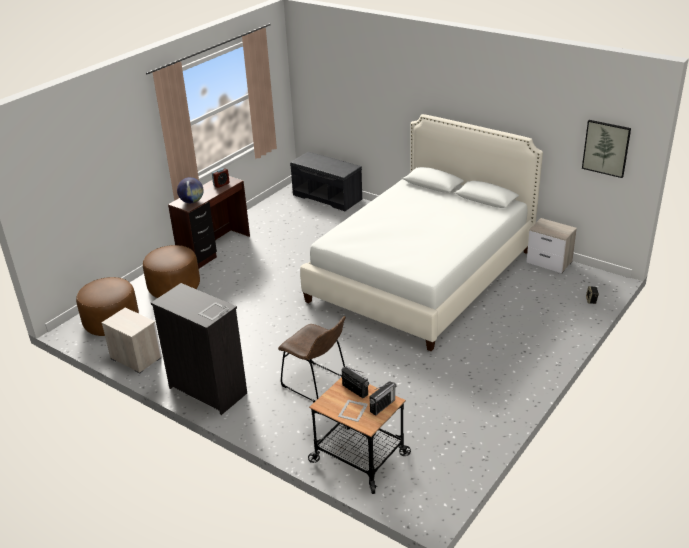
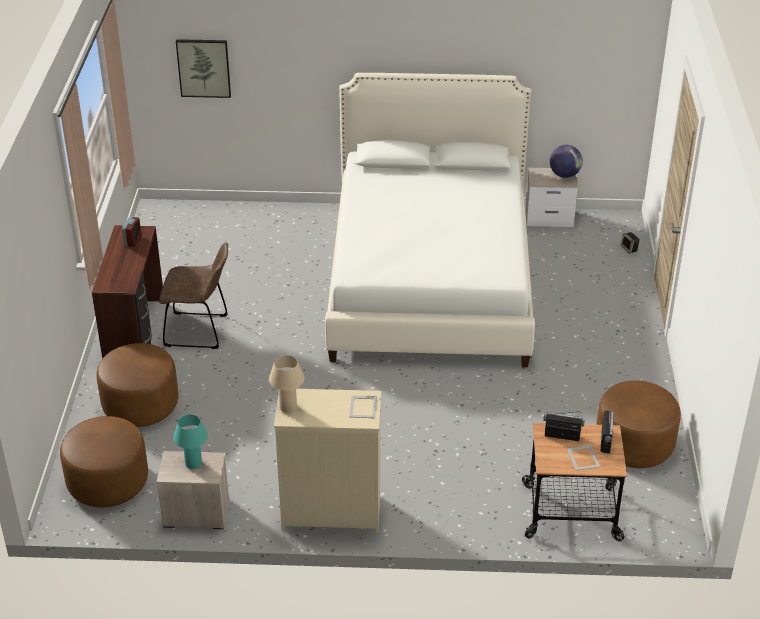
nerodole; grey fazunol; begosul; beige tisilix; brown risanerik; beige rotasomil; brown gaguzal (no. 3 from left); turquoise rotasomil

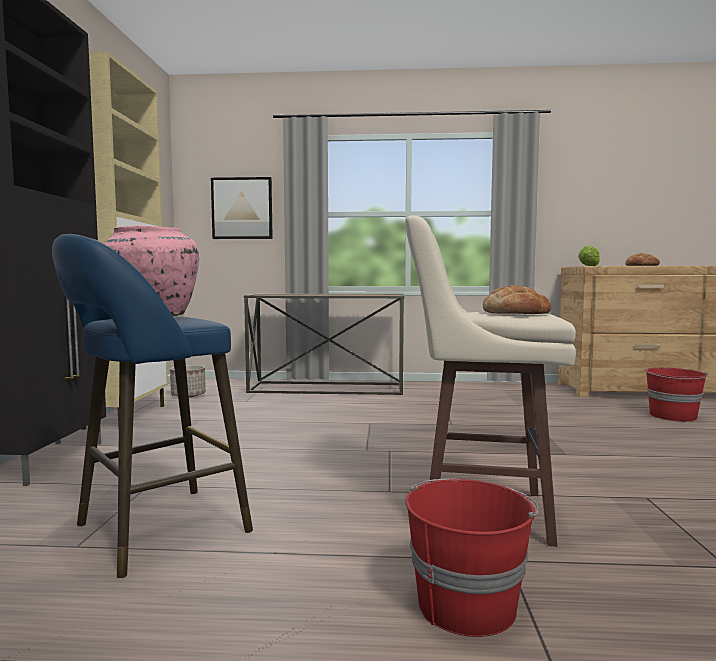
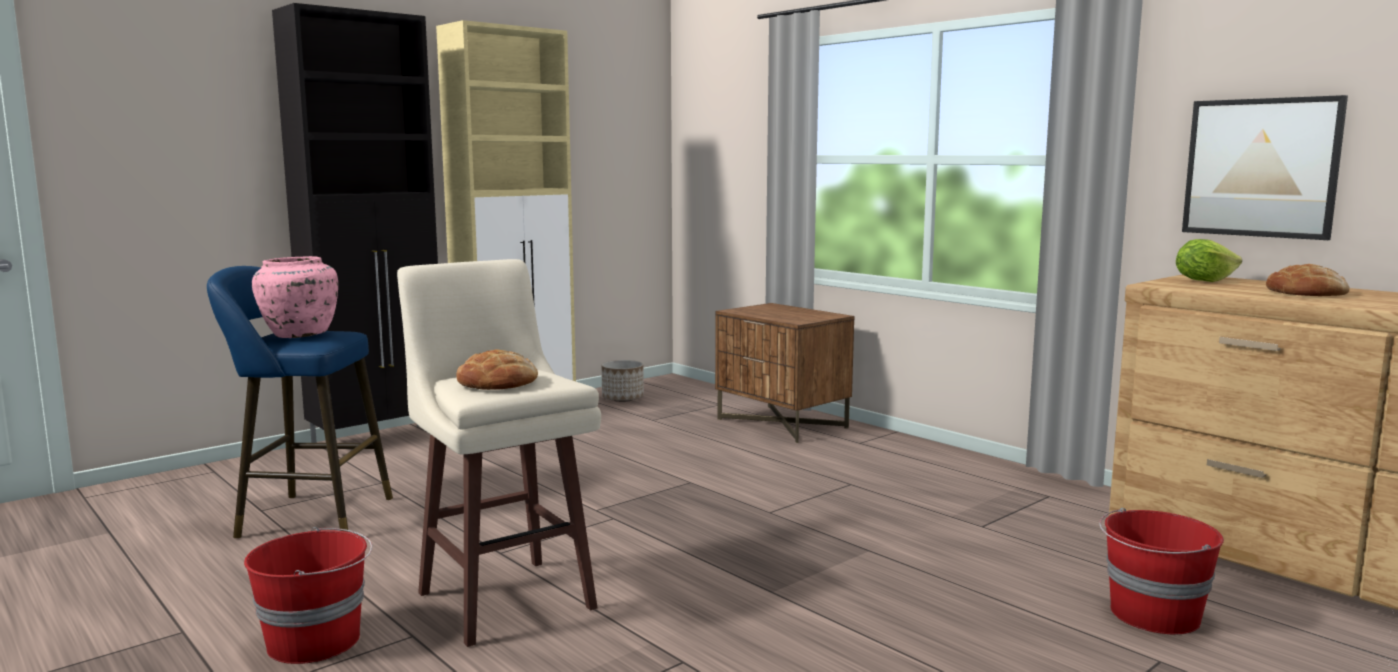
nerodole; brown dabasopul

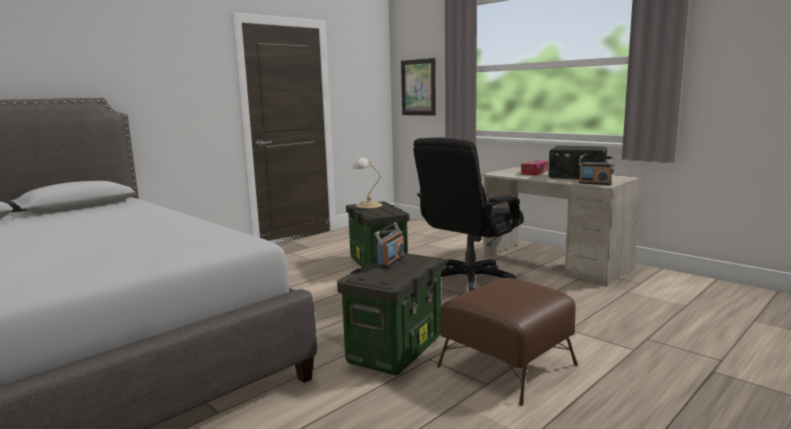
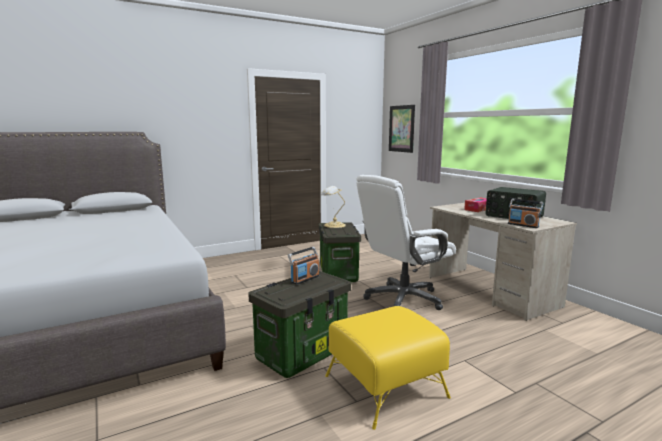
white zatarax; yellow gaguzal

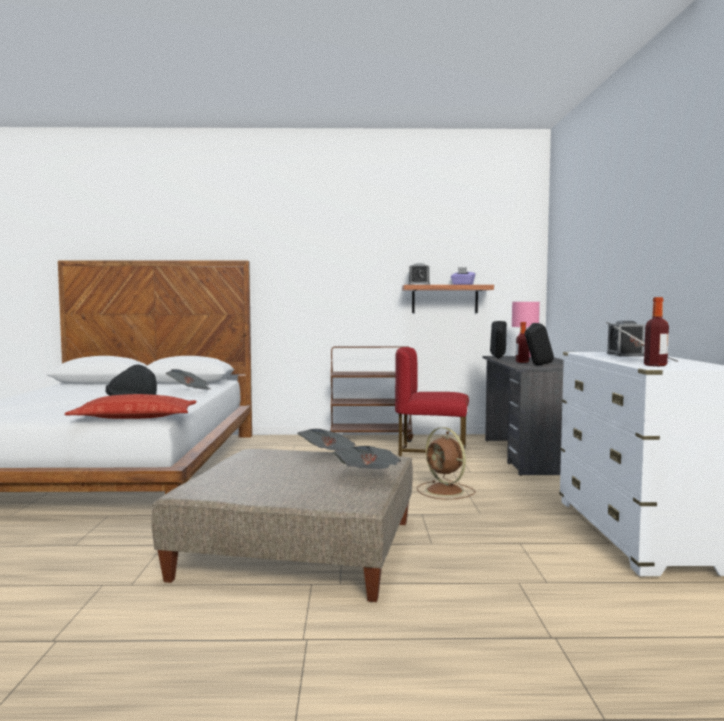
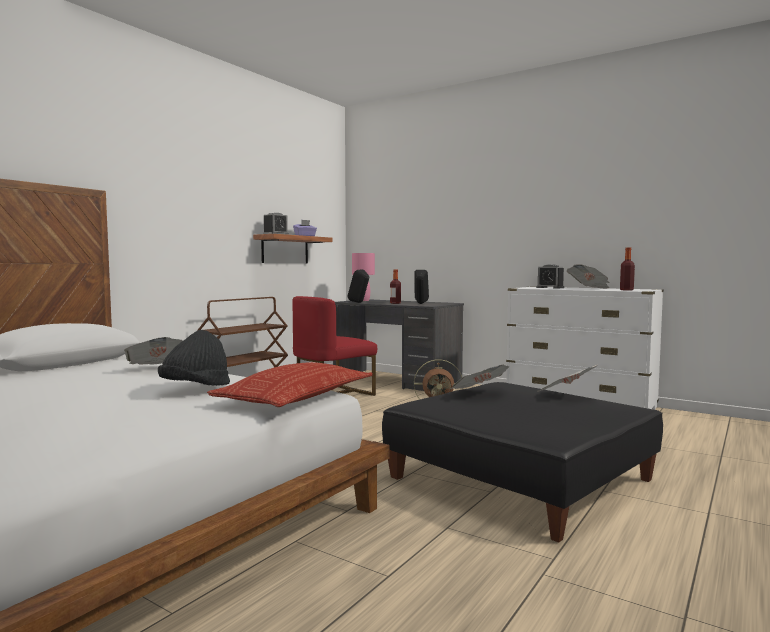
black gaguzal

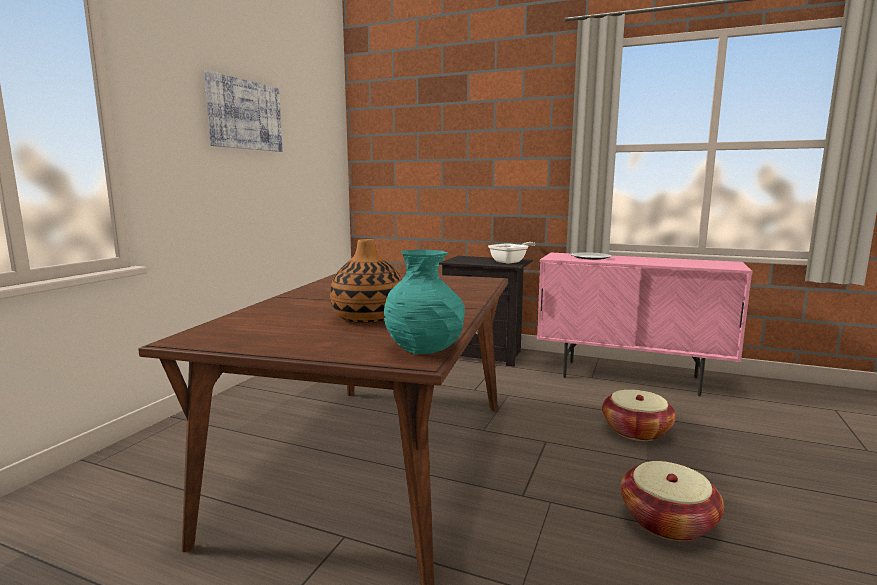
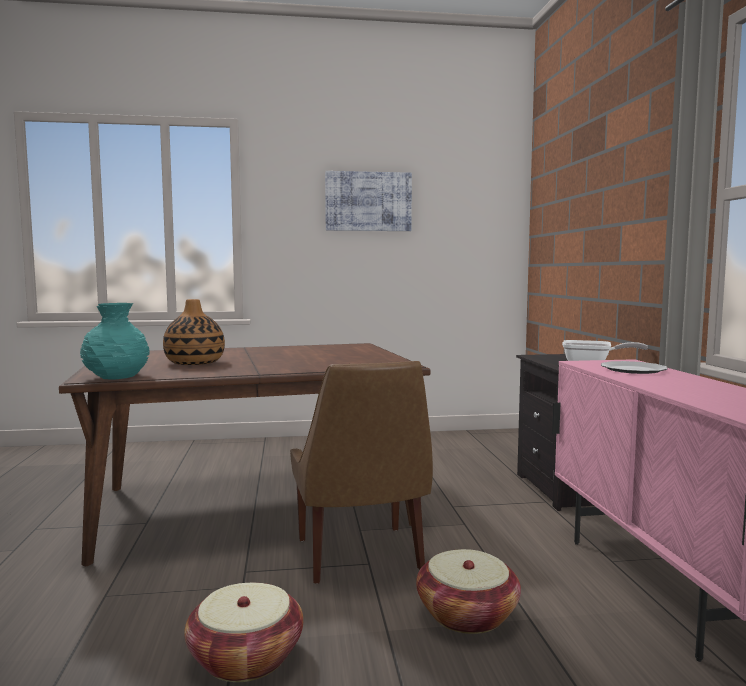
brown risanerik

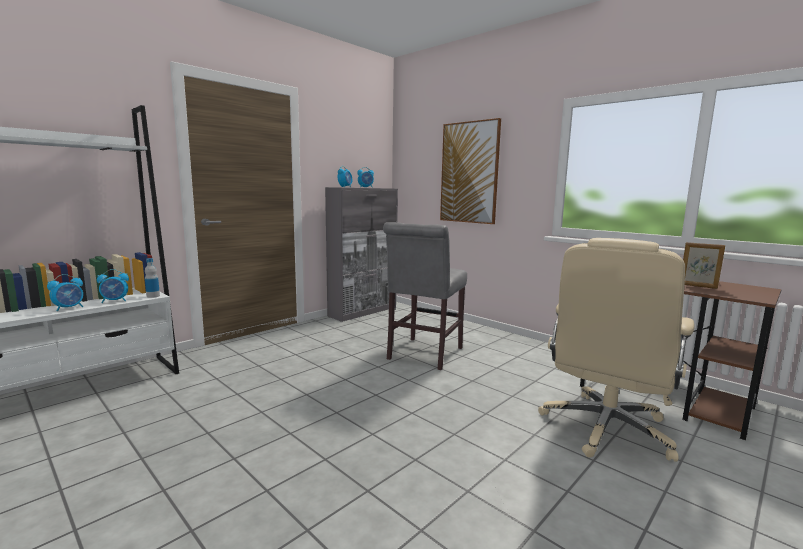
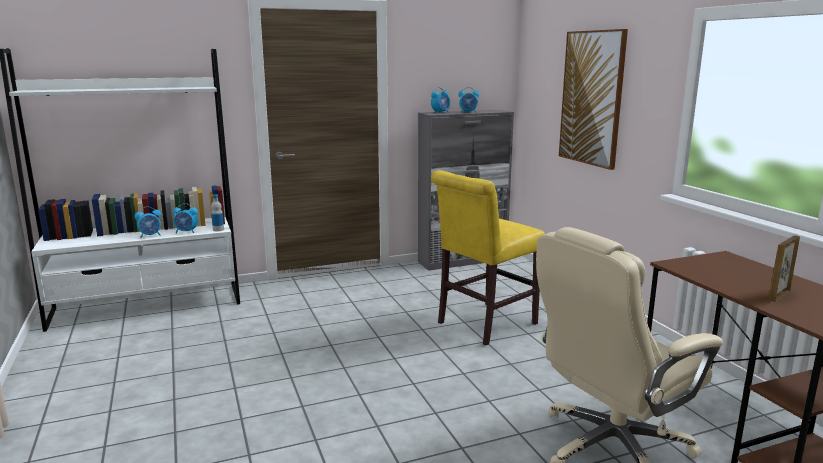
yellow risanerik; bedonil

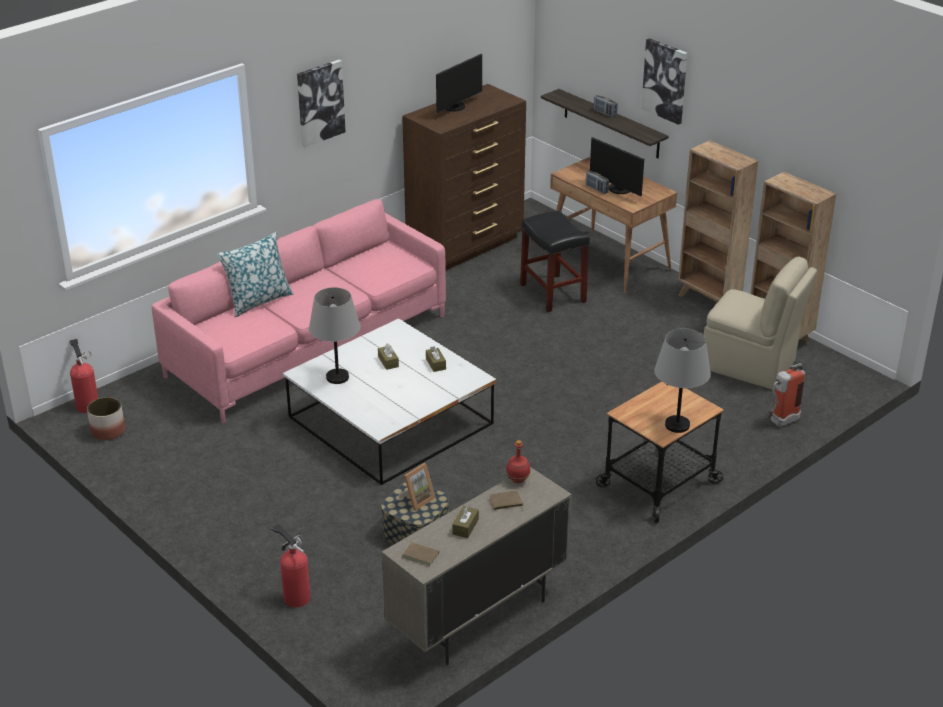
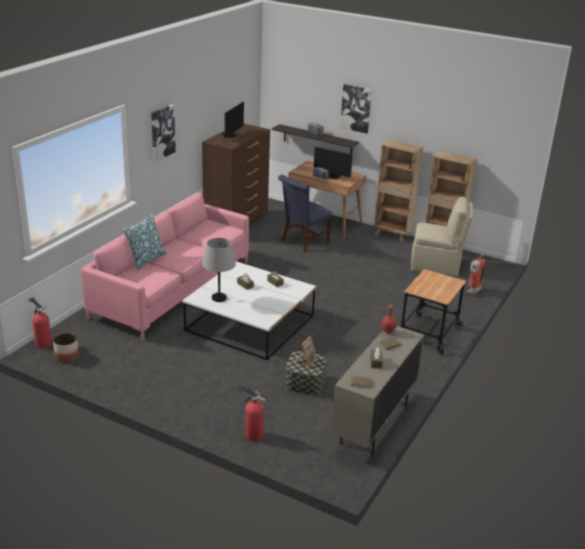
blue risanerik; grey rotasomil (no. 2 from left in the first image)

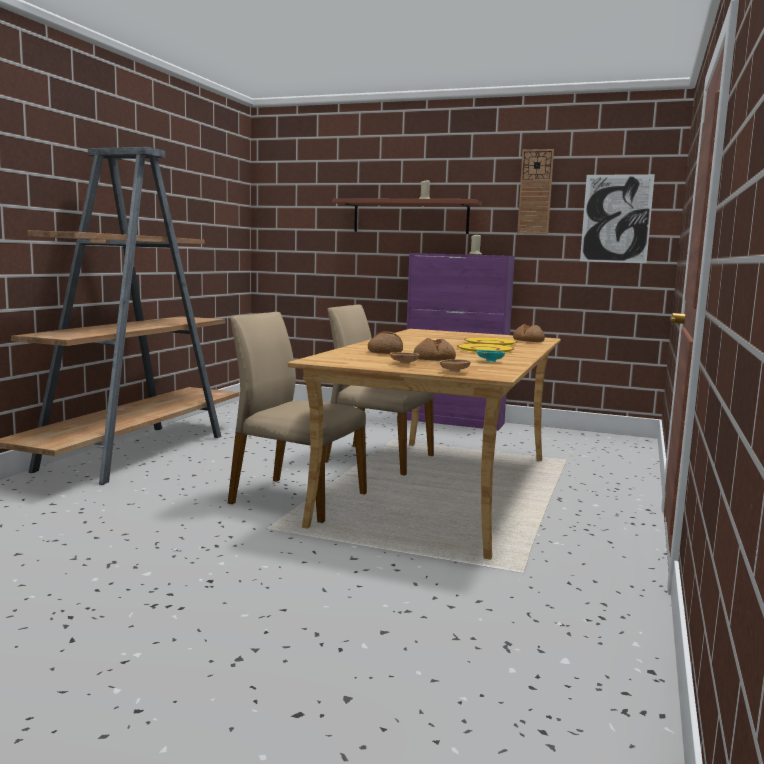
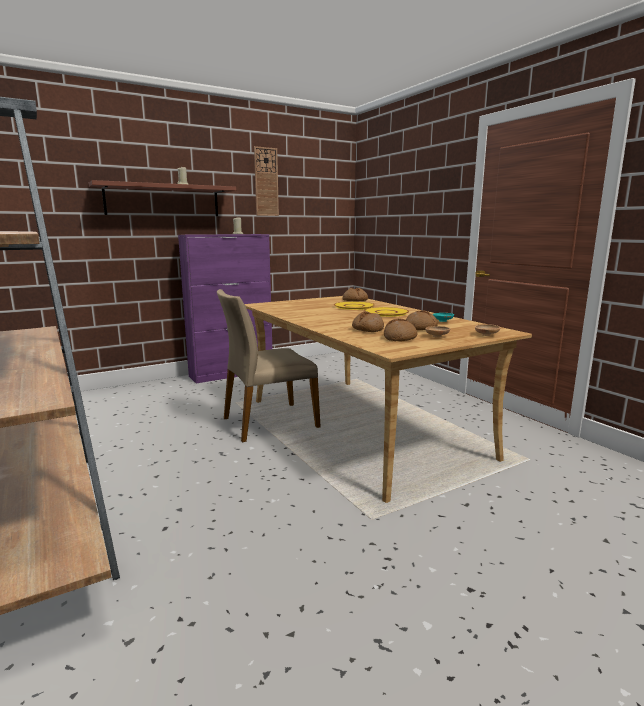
nerodole; beige risanerik (no. 1 from left in the first image); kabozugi (no. 3 from left)

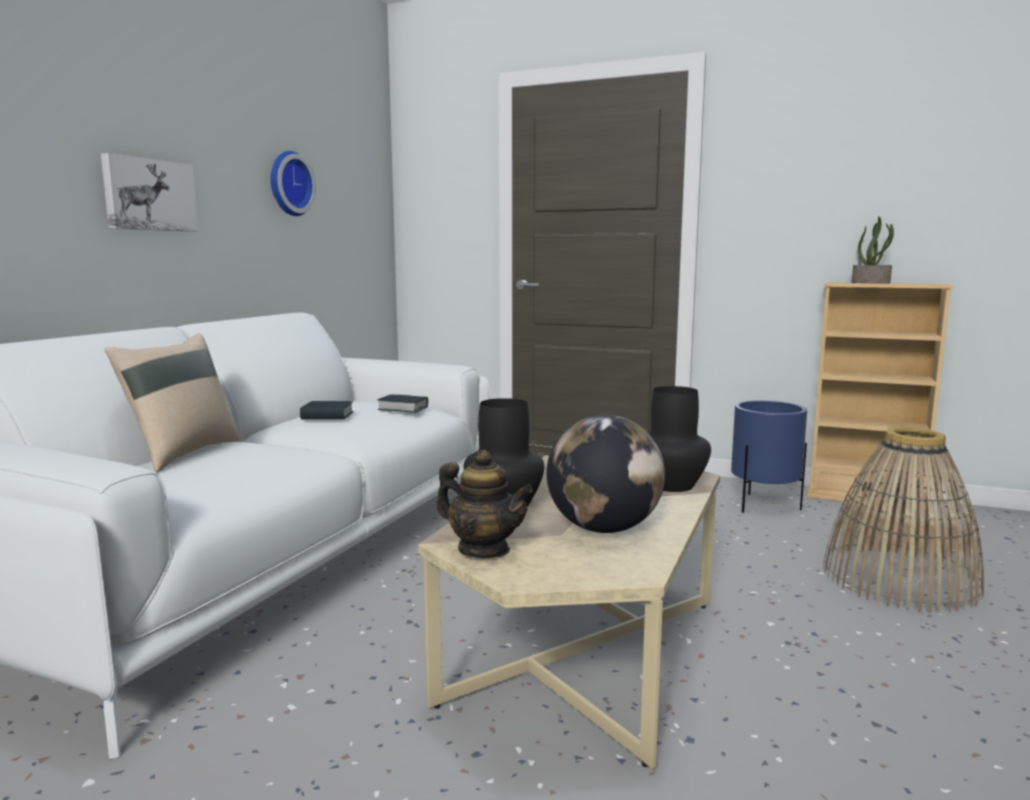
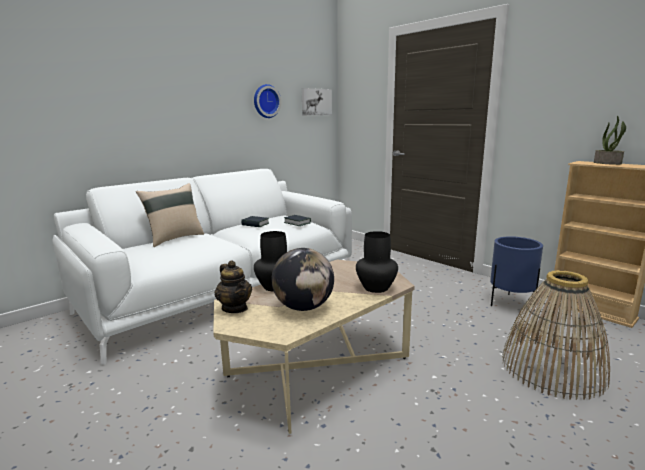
nerodole

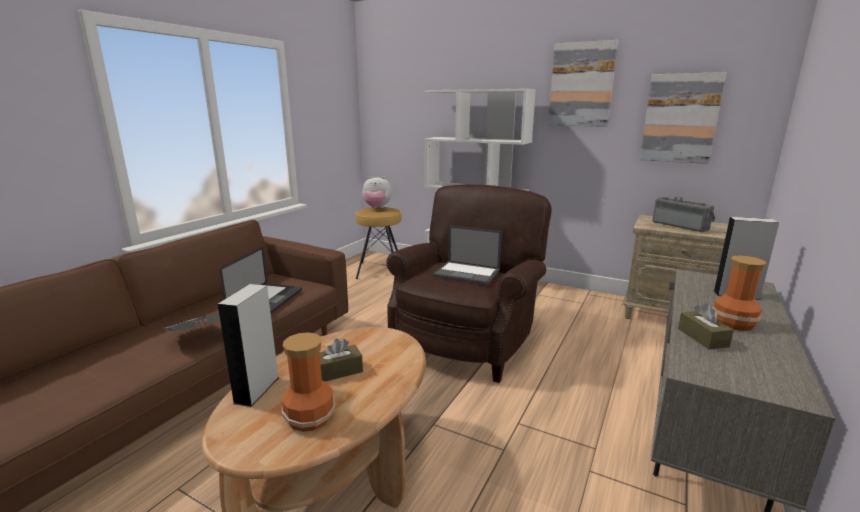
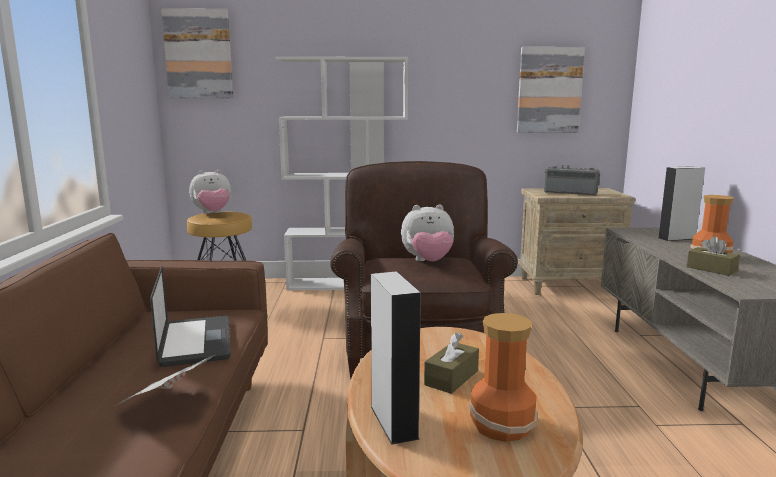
nerodole (no. 1 from left); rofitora (no. 2 from left)

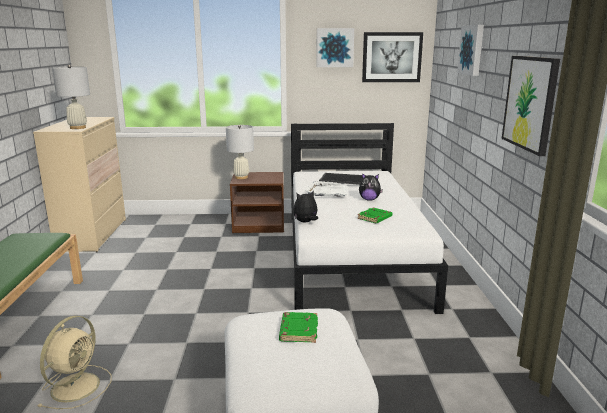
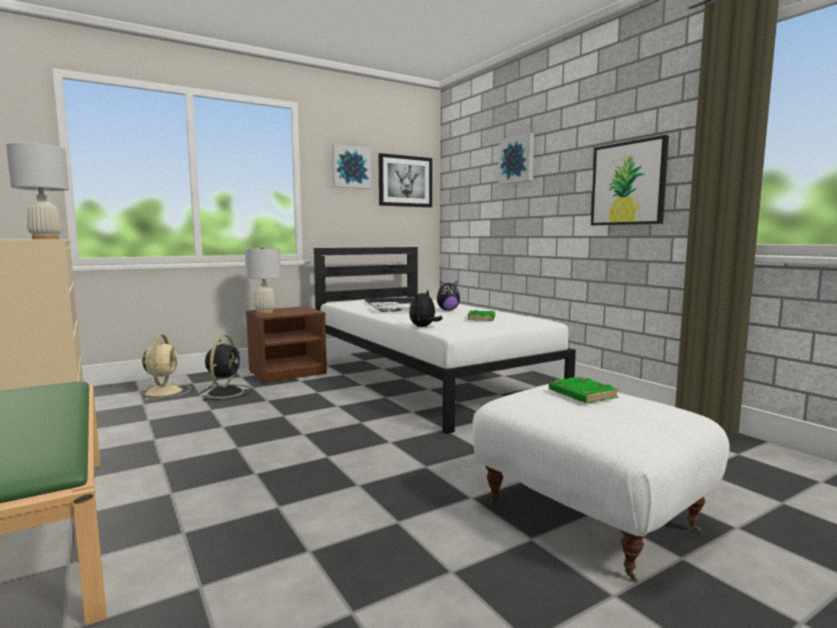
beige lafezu; black lafezu

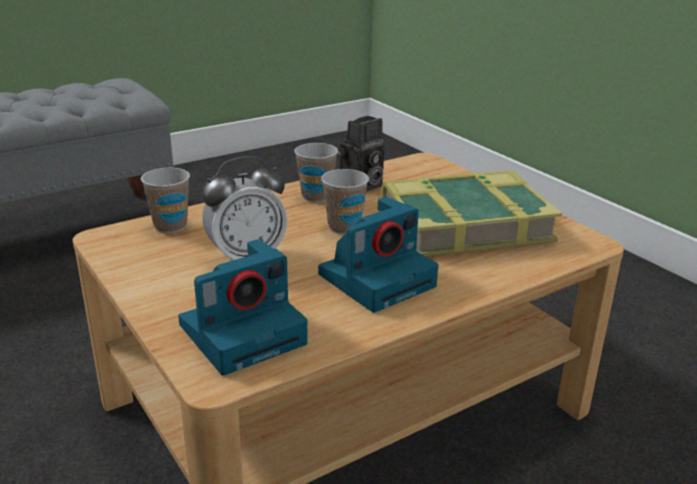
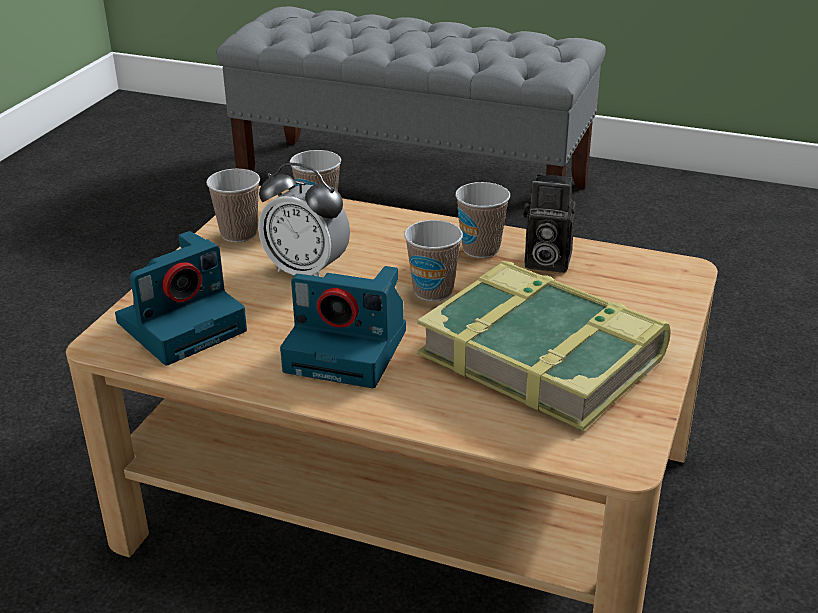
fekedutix (no. 1 from left); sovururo (no. 1 from left)

